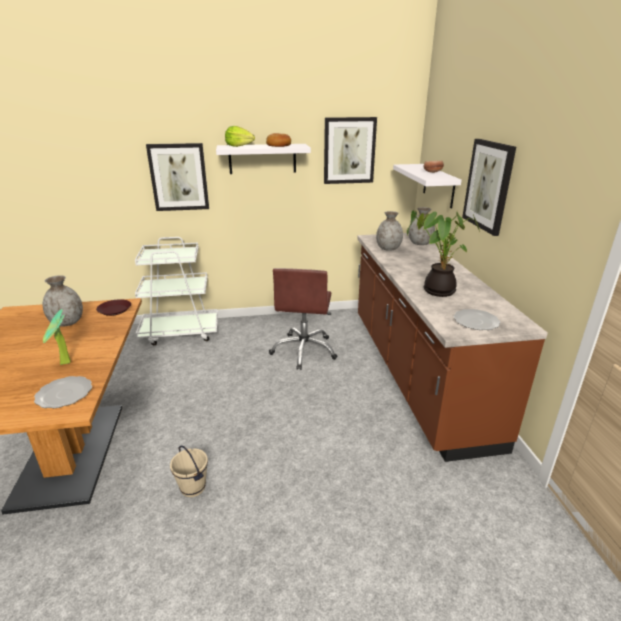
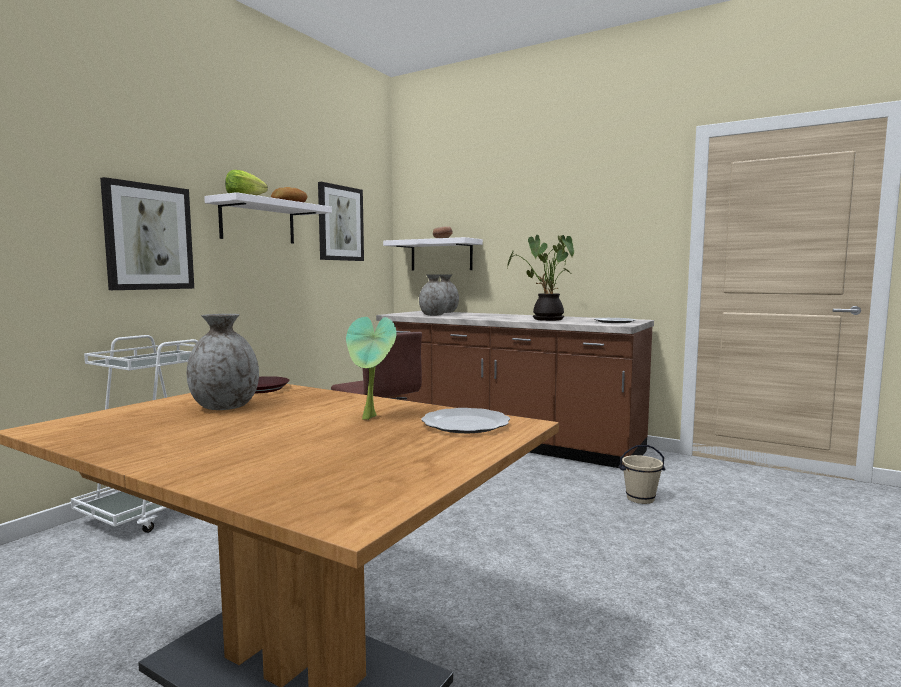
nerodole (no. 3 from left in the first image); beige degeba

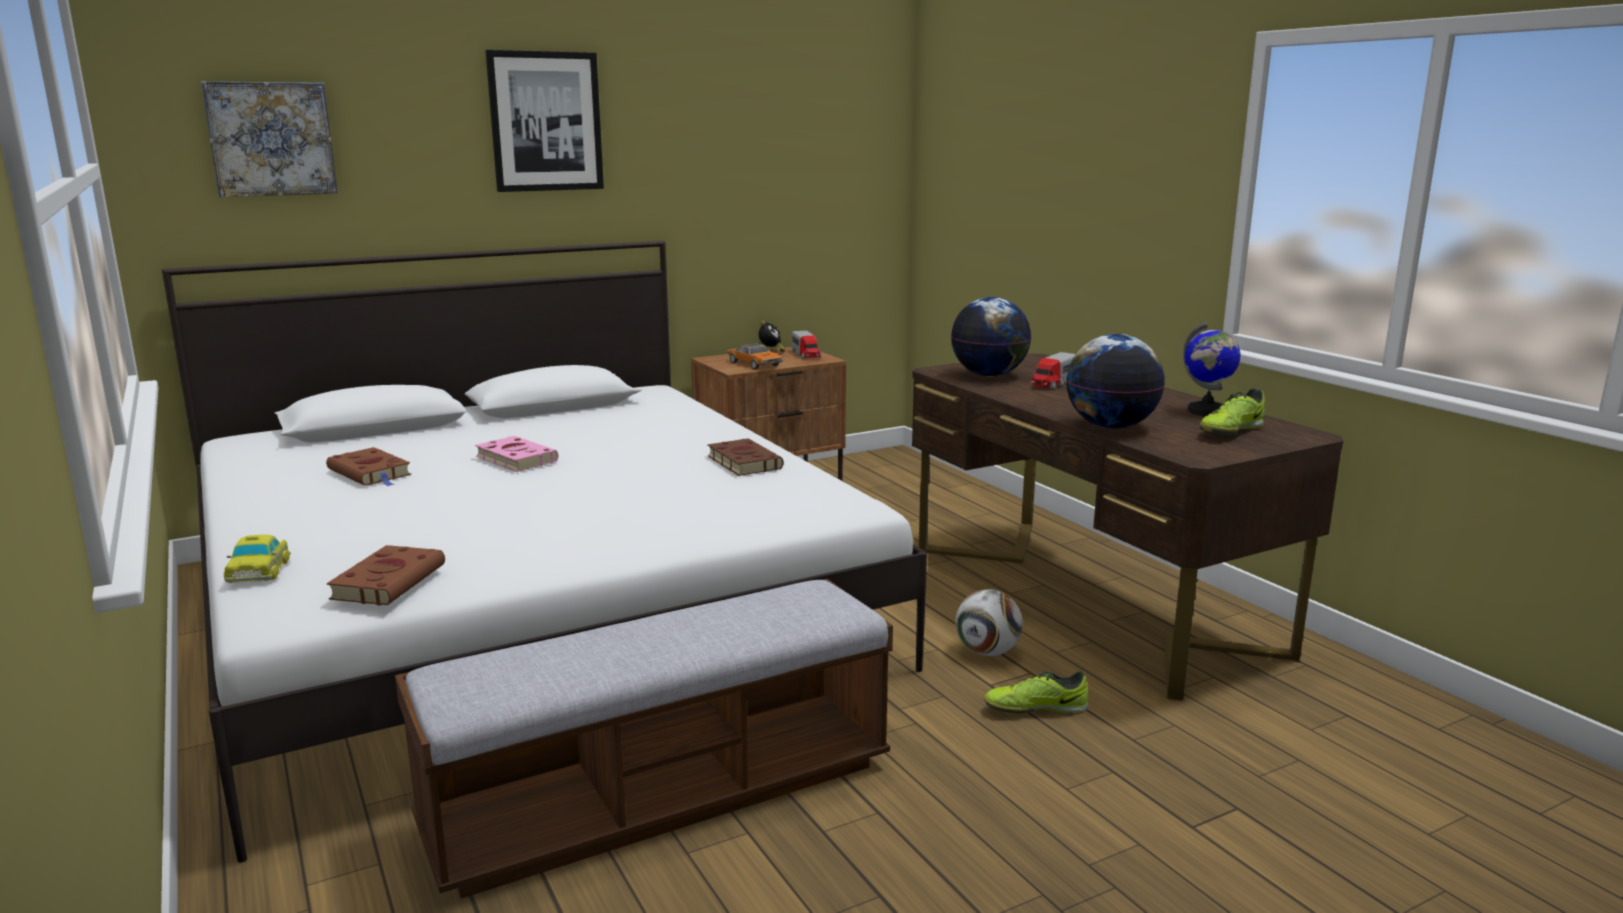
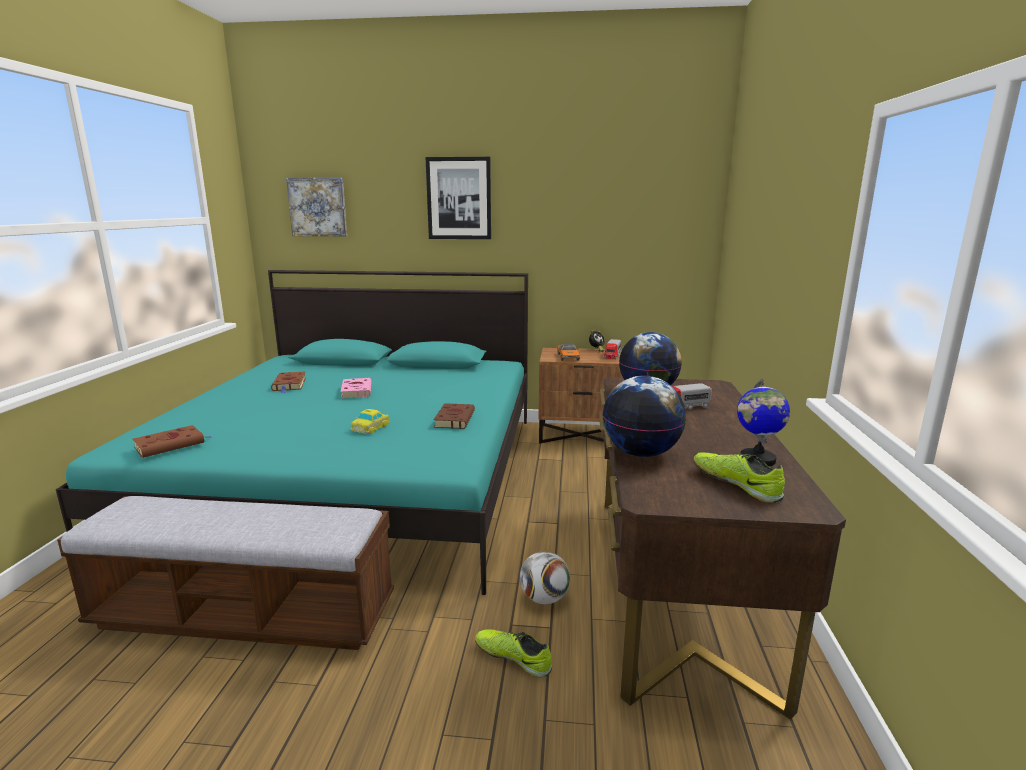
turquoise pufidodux; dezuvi (no. 2 from left); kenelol (no. 1 from left)

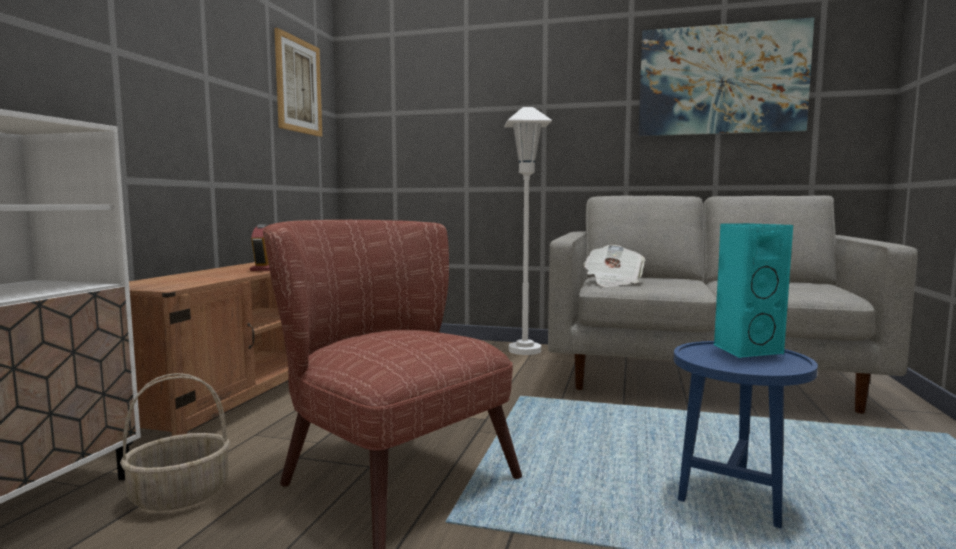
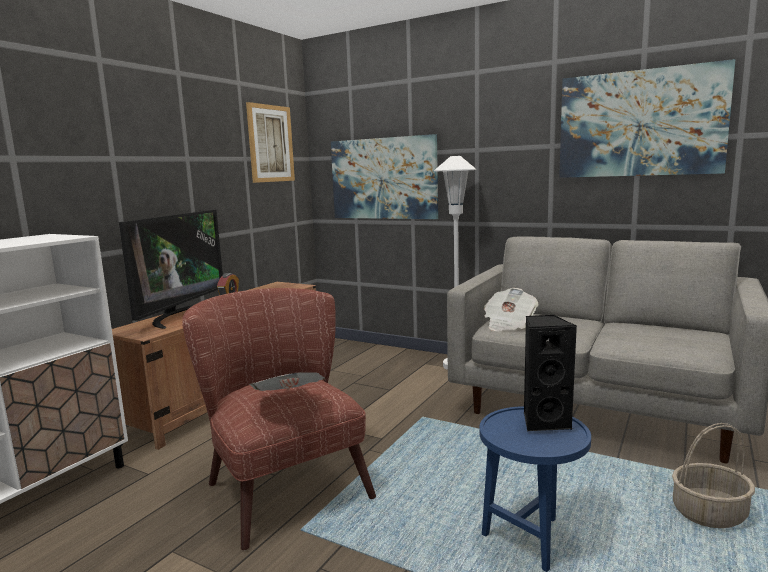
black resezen; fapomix; nerodole (no. 2 from left); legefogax; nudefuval (no. 1 from left)

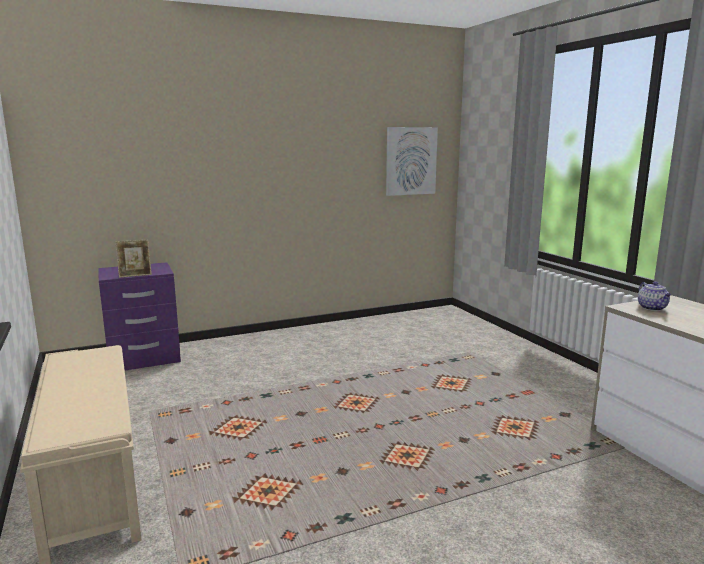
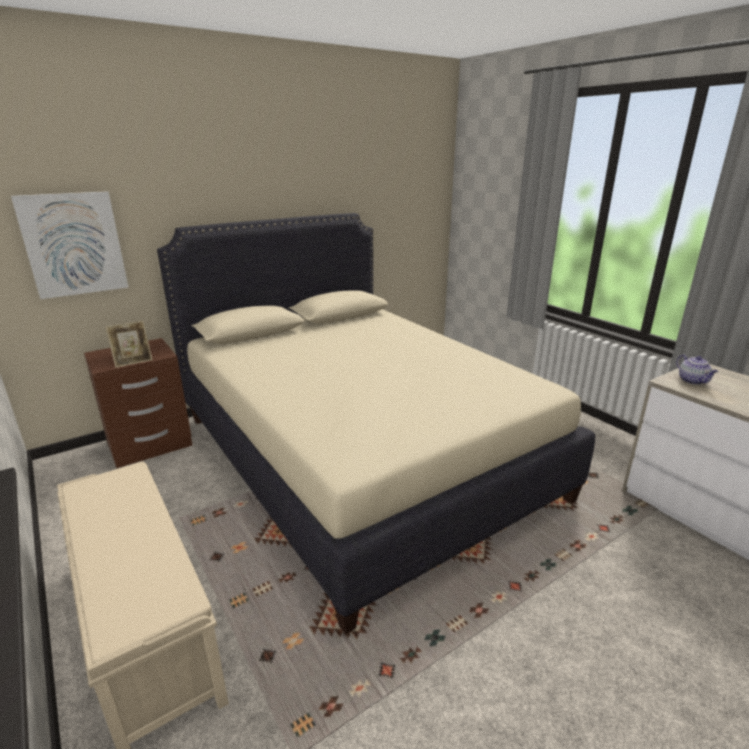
nerodole; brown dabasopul; beige pufidodux

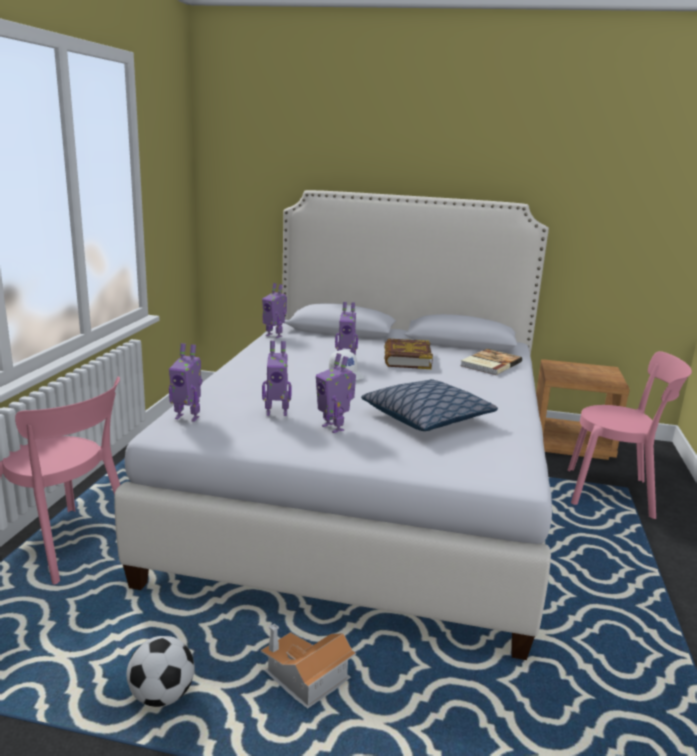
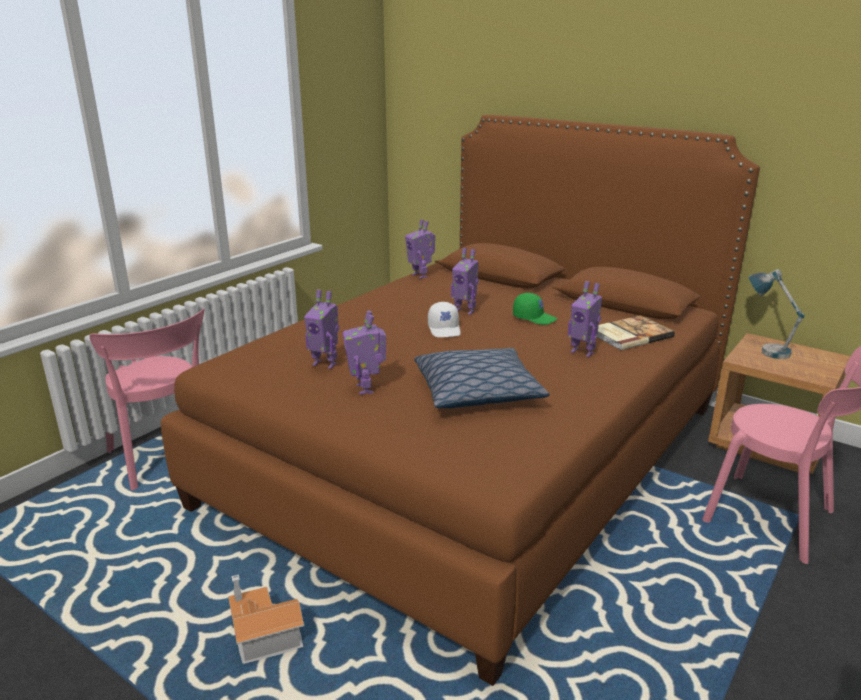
brown pufidodux; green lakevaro; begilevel (no. 5 from left); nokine; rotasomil

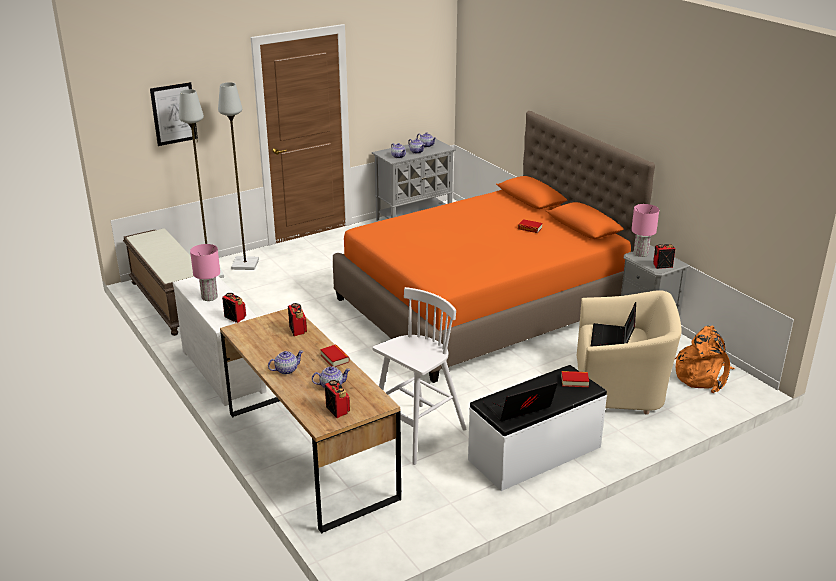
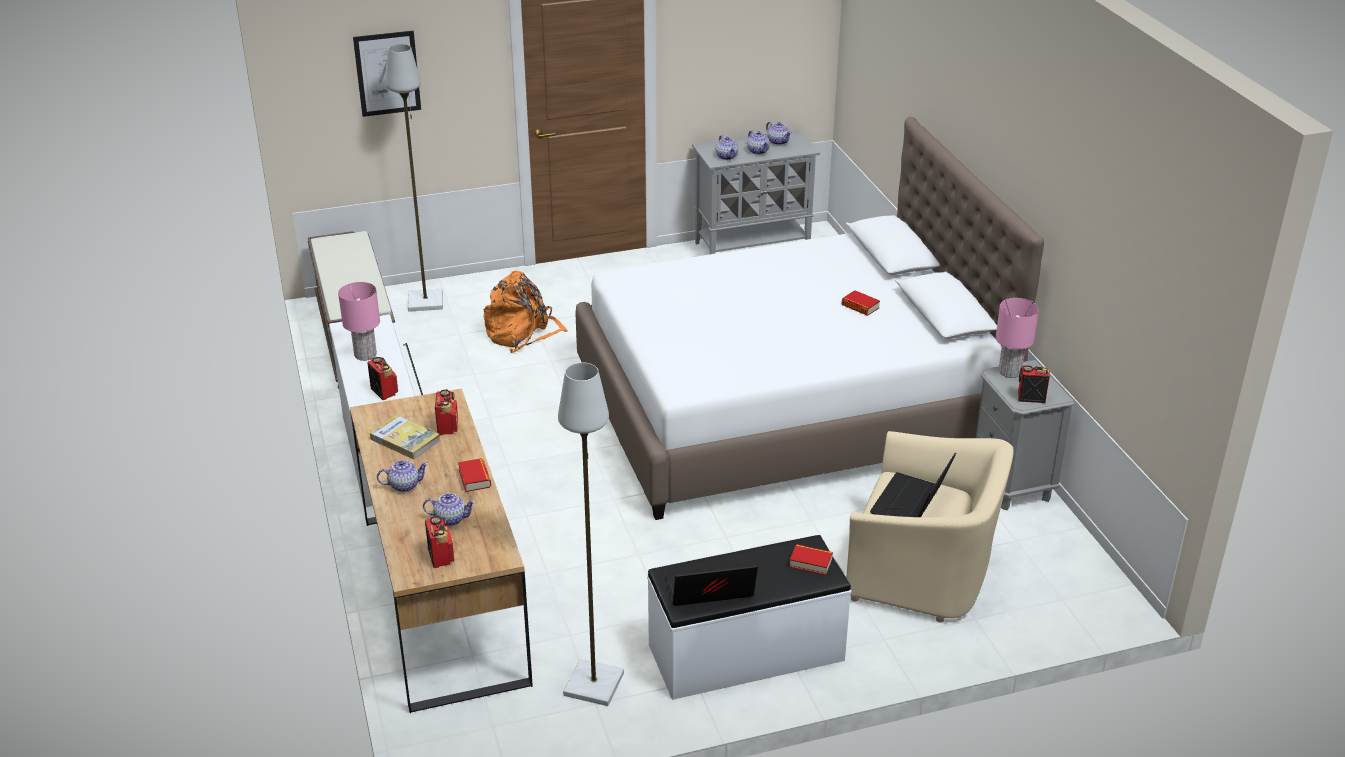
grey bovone (no. 2 from left); white pufidodux; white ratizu; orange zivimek; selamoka (no. 1 from left)

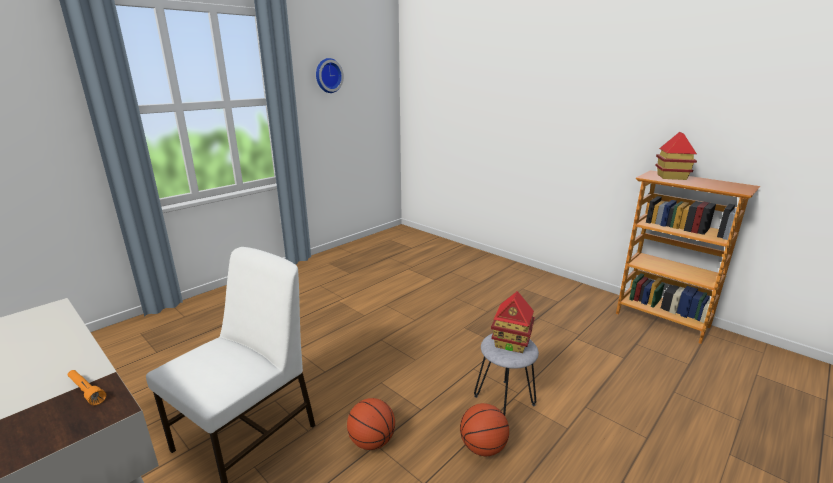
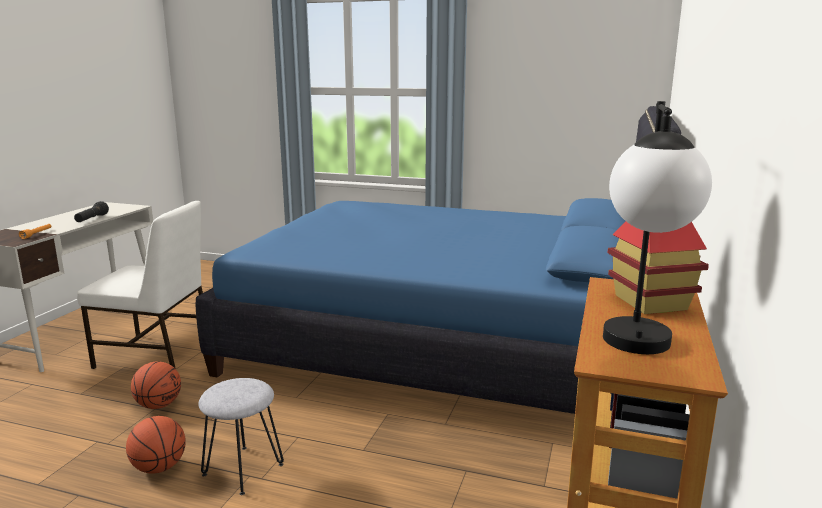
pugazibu; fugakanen (no. 1 from left in the first image); rotasomil; blue pufidodux; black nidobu

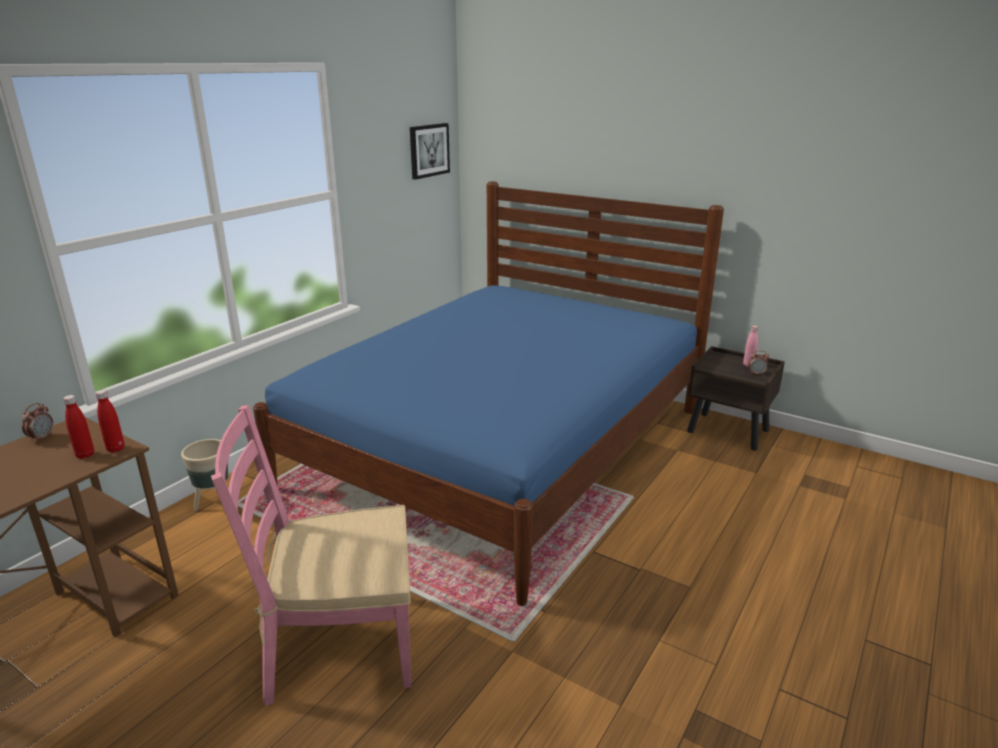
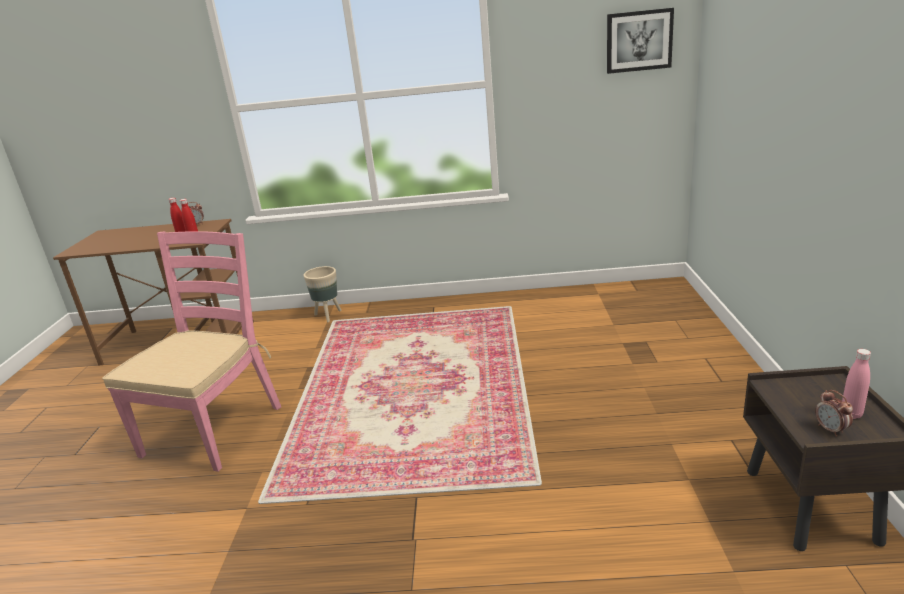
blue pufidodux; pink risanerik

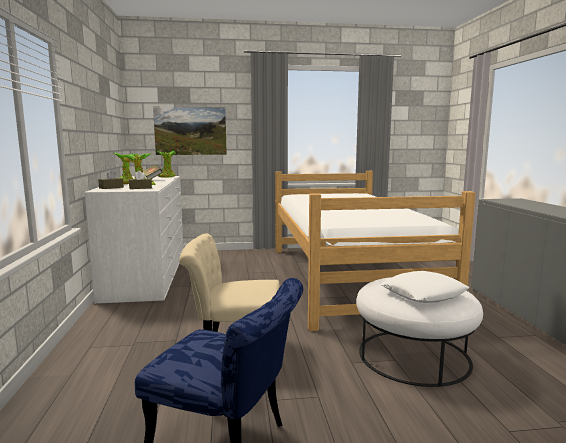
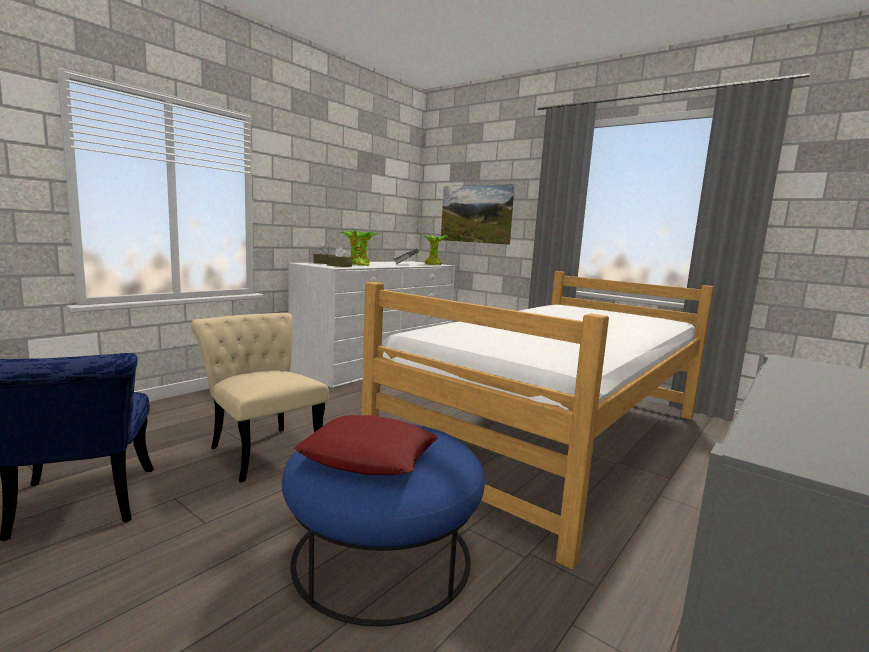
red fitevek; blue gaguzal

